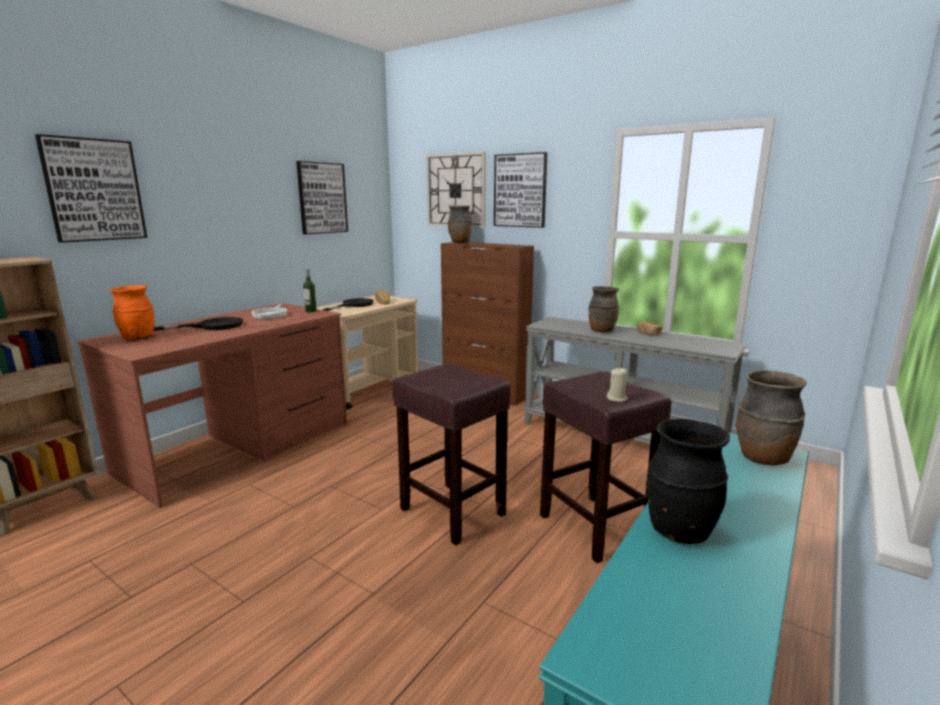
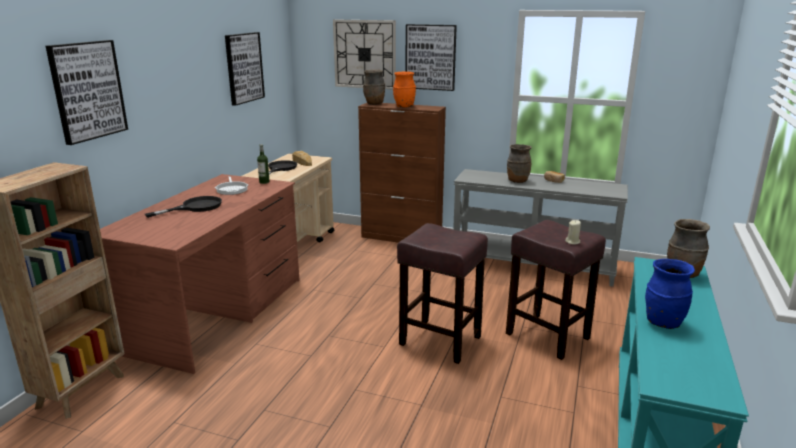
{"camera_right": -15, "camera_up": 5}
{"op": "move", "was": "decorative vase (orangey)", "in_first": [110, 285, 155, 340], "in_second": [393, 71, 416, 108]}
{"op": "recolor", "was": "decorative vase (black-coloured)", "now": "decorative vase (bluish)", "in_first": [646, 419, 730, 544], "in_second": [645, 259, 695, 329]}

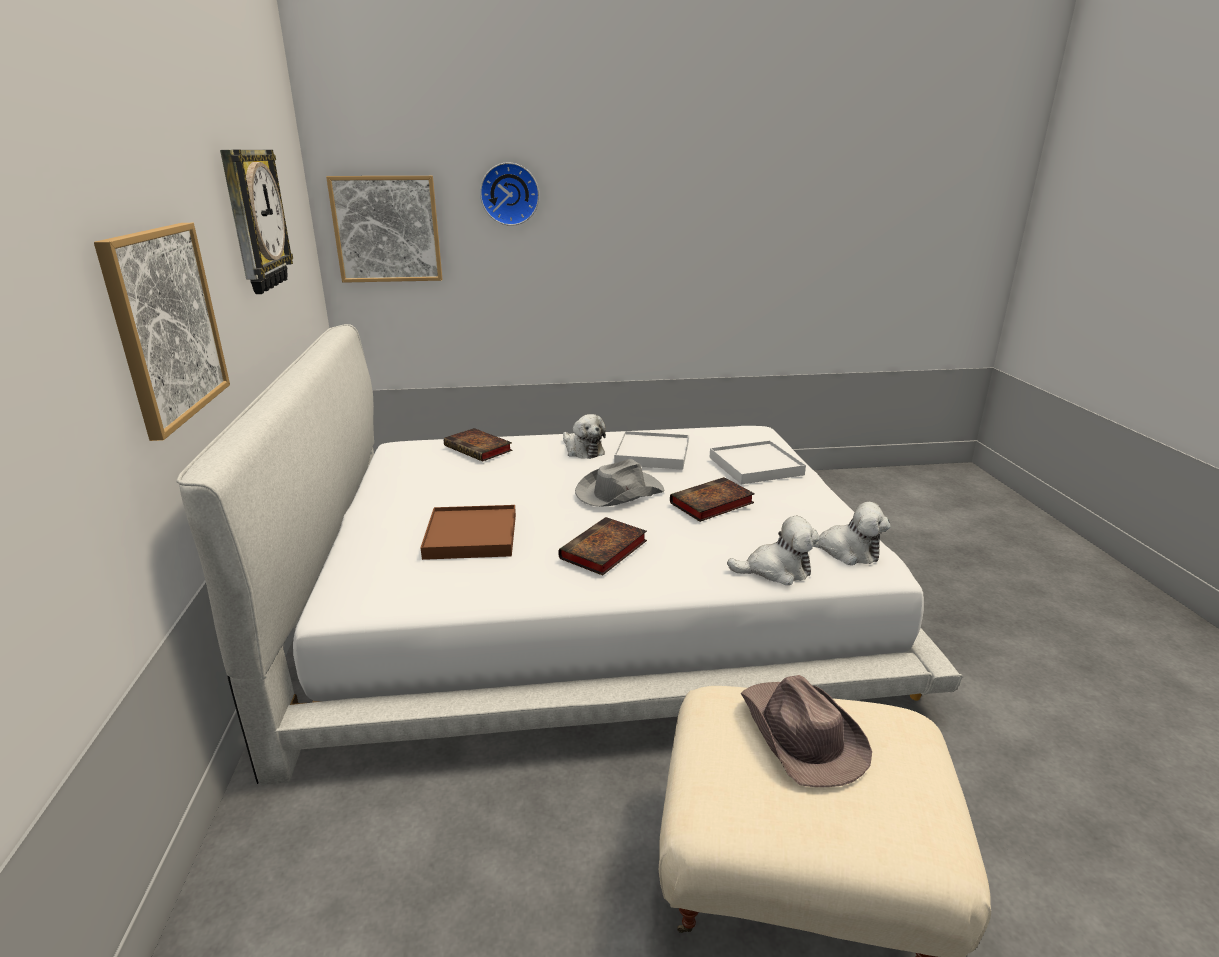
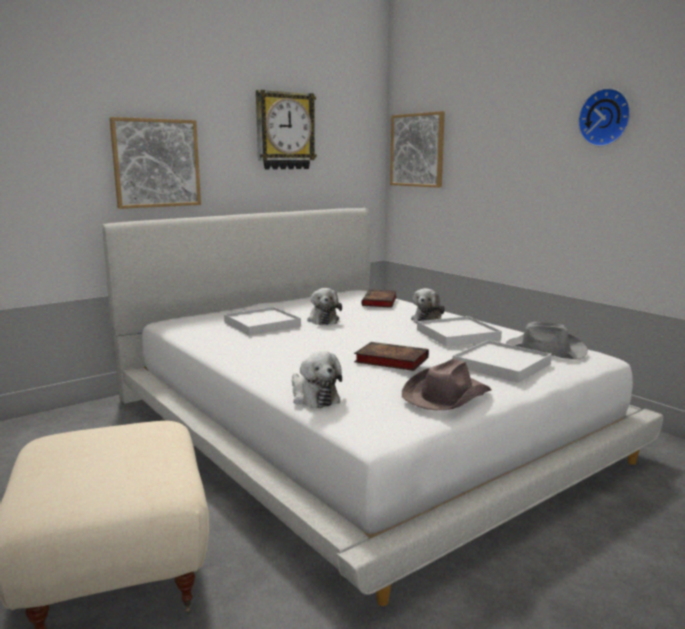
{"camera_right": 60, "camera_up": -10}
{"op": "recolor", "was": "serving tray (brown)", "now": "serving tray (white-coloured)", "in_first": [420, 505, 516, 560], "in_second": [224, 307, 301, 336]}
{"op": "move", "was": "wall clock", "in_first": [480, 162, 539, 226], "in_second": [578, 88, 631, 147]}
{"op": "delete", "was": "book", "in_first": [558, 517, 647, 576]}
{"op": "move", "was": "hat (greyish)", "in_first": [575, 459, 664, 507], "in_second": [505, 322, 588, 359]}
{"op": "move", "was": "hat (brown)", "in_first": [741, 675, 872, 787], "in_second": [402, 358, 491, 410]}
{"op": "move", "was": "soft toy", "in_first": [813, 502, 891, 565], "in_second": [307, 288, 342, 325]}

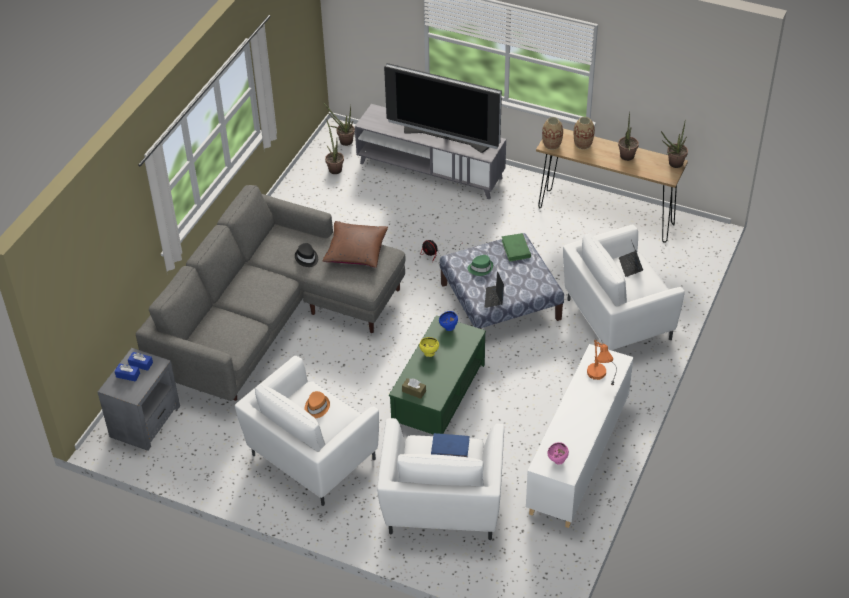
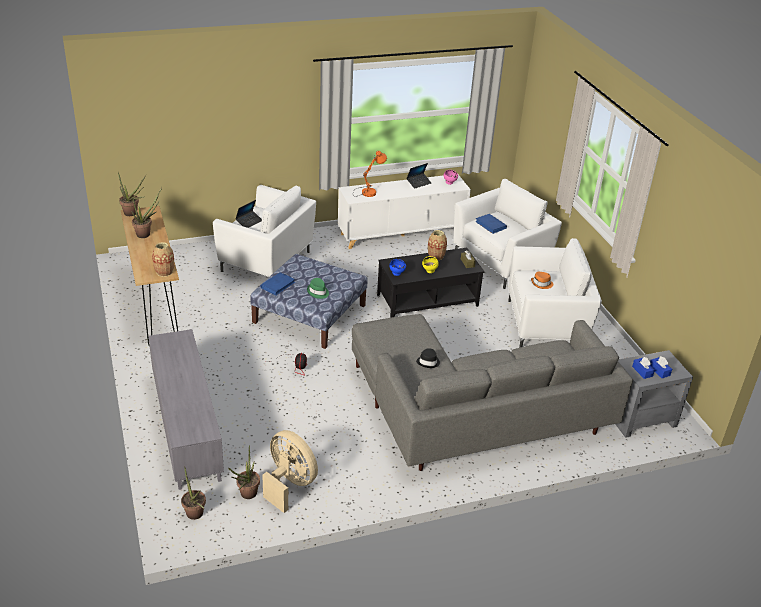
{"camera_right": -135, "camera_up": -10}
{"op": "delete", "was": "cushion (brown)", "in_first": [323, 221, 388, 268]}
{"op": "delete", "was": "TV set", "in_first": [384, 63, 502, 153]}
{"op": "recolor", "was": "coffee table (green)", "now": "coffee table (black-coloured)", "in_first": [389, 315, 486, 435], "in_second": [377, 248, 485, 318]}
{"op": "move", "was": "portable computer", "in_first": [485, 271, 504, 308], "in_second": [406, 163, 431, 189]}
{"op": "recolor", "was": "book (green)", "now": "book (bluish)", "in_first": [502, 233, 531, 262], "in_second": [260, 272, 296, 296]}
{"op": "move", "was": "decorative vase", "in_first": [574, 117, 595, 150], "in_second": [428, 230, 447, 260]}
{"op": "insert", "now": "fan (beige)", "in_second": [262, 430, 318, 513]}

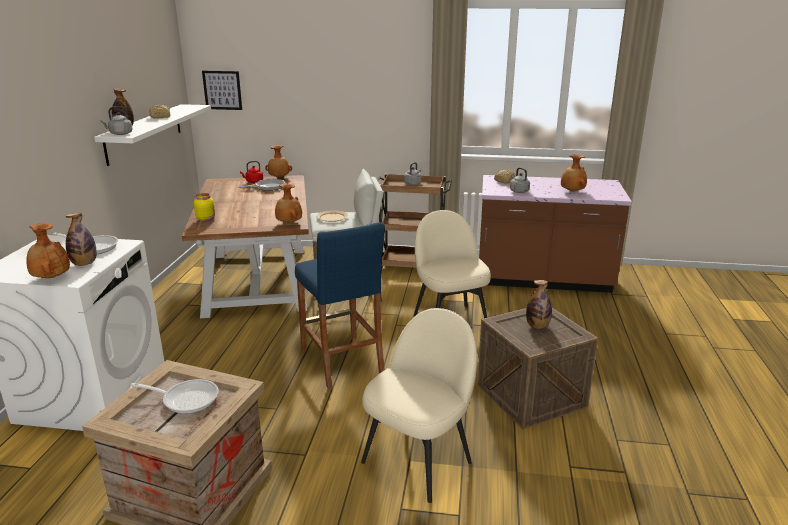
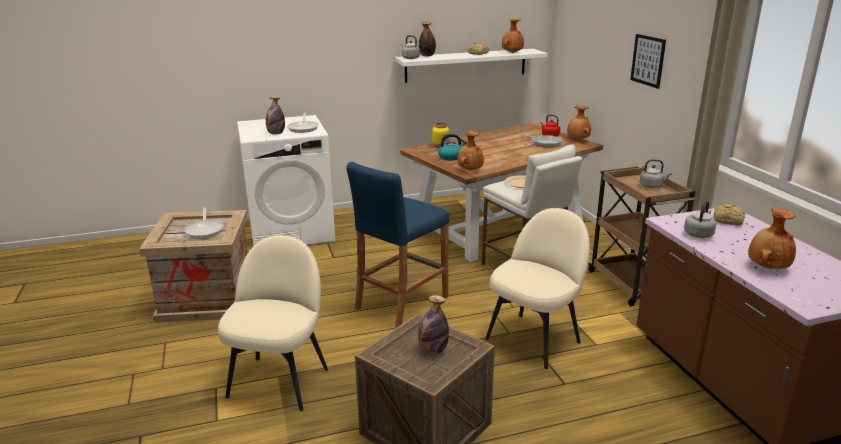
{"camera_right": 65, "camera_up": 0}
{"op": "move", "was": "decorative vase (brown)", "in_first": [26, 223, 70, 278], "in_second": [502, 19, 524, 53]}
{"op": "move", "was": "wall art", "in_first": [202, 71, 242, 110], "in_second": [630, 34, 666, 89]}
{"op": "rotate", "was": "plain chair (beige)", "in_first": [361, 308, 477, 503], "in_second": [218, 235, 328, 411], "clockwise": -90}
{"op": "insert", "now": "kettle", "in_second": [438, 134, 467, 161]}

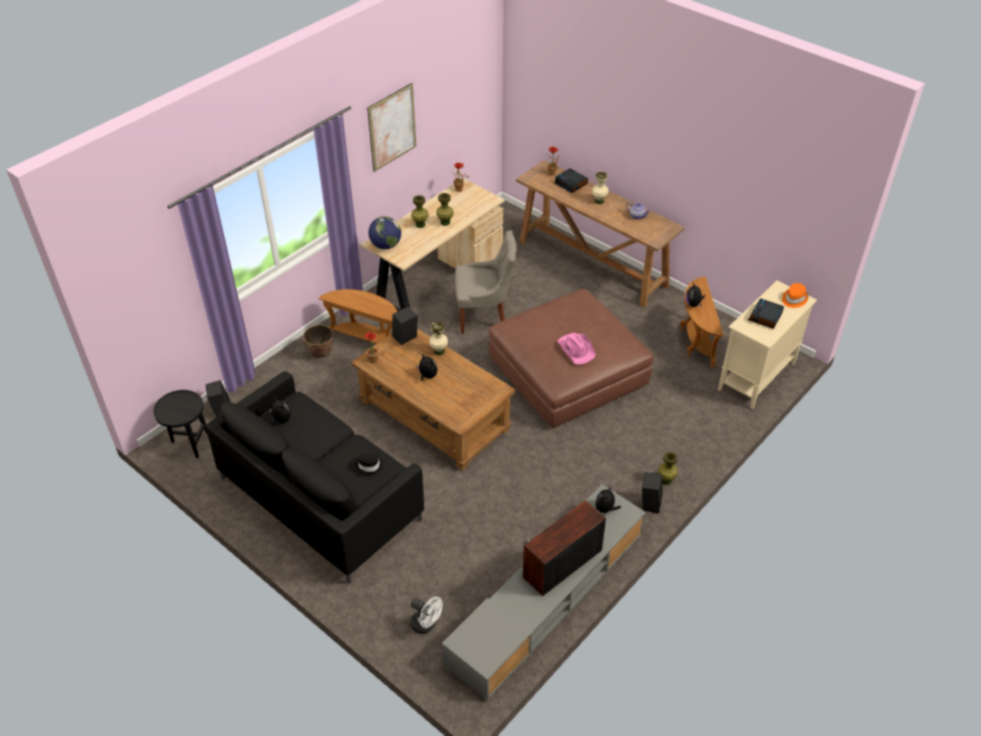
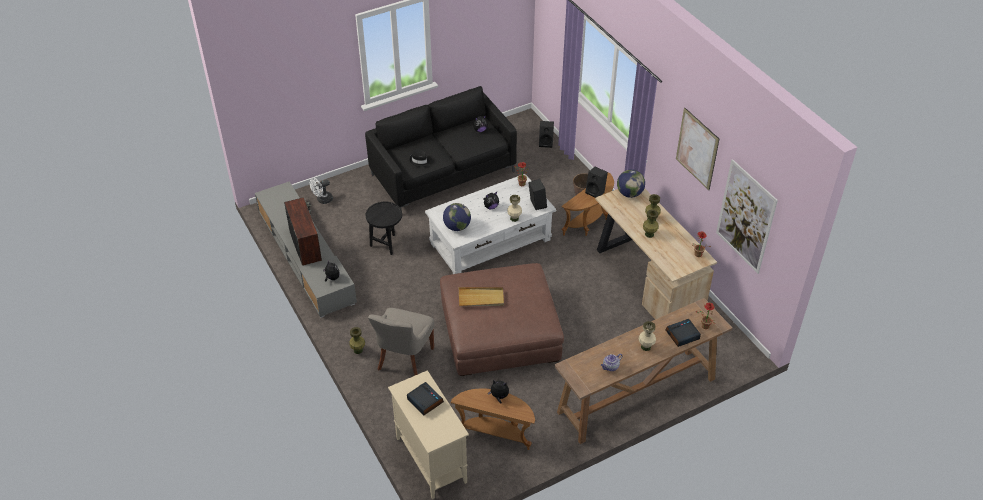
{"camera_right": 110, "camera_up": 0}
{"op": "move", "was": "accent table (black-coloured)", "in_first": [153, 390, 207, 458], "in_second": [366, 202, 402, 255]}
{"op": "recolor", "was": "coffee table (brown)", "now": "coffee table (white-coloured)", "in_first": [351, 329, 516, 471], "in_second": [425, 174, 556, 274]}
{"op": "move", "was": "plain chair (greyish)", "in_first": [455, 230, 517, 334], "in_second": [368, 308, 434, 376]}
{"op": "replace", "was": "hat (pinkish)", "now": "serving tray (beige)", "in_first": [557, 333, 596, 365], "in_second": [459, 287, 504, 306]}
{"op": "move", "was": "audio speaker (black-coloured)", "in_first": [642, 472, 663, 513], "in_second": [585, 167, 608, 198]}
{"op": "delete", "was": "hat (orangey)", "in_first": [782, 283, 808, 308]}
{"op": "insert", "now": "globe", "in_second": [443, 203, 471, 231]}
{"op": "insert", "now": "wall art", "in_second": [716, 159, 778, 274]}

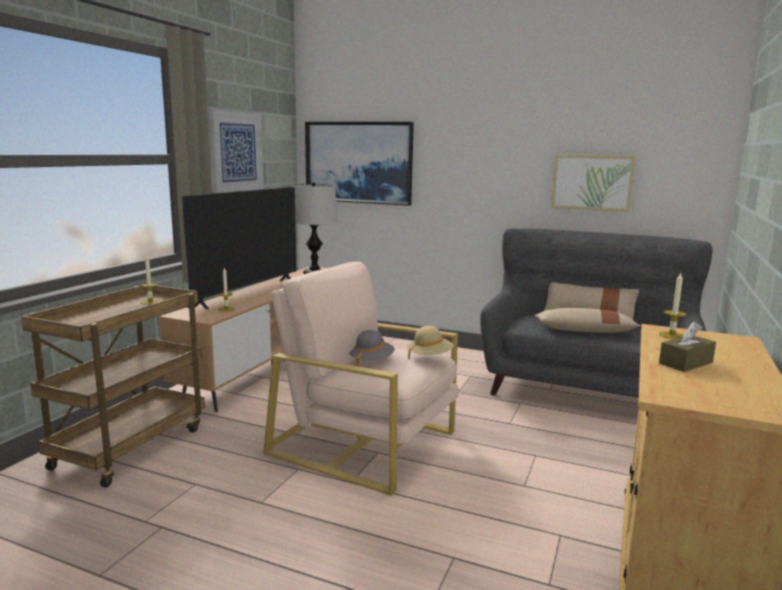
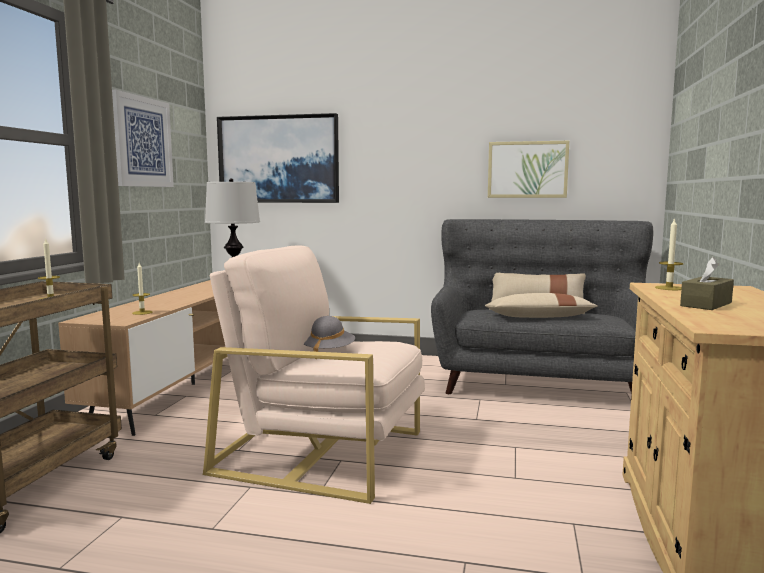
{"camera_right": -10, "camera_up": -5}
{"op": "delete", "was": "TV set", "in_first": [182, 187, 296, 309]}
{"op": "delete", "was": "hat (beige)", "in_first": [407, 326, 453, 359]}

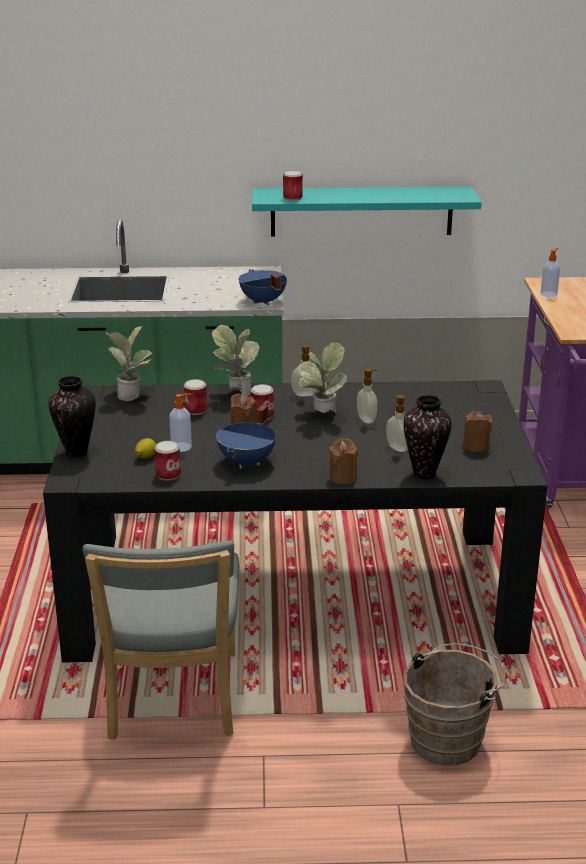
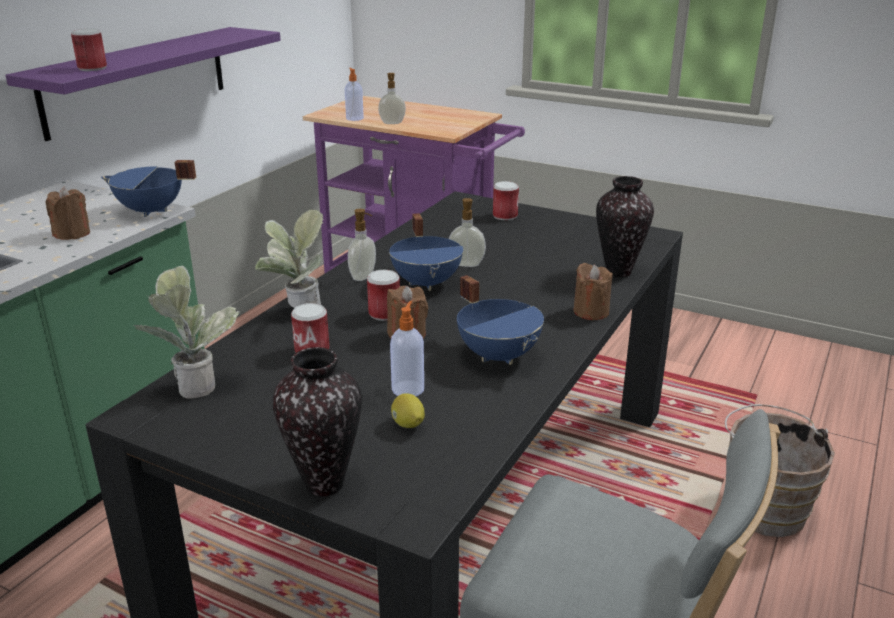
{"camera_right": -60, "camera_up": 0}
{"op": "move", "was": "sealed can", "in_first": [154, 441, 181, 481], "in_second": [493, 181, 519, 221]}
{"op": "recolor", "was": "wall shelf (blue-green)", "now": "wall shelf (purple)", "in_first": [252, 187, 482, 237], "in_second": [5, 27, 281, 141]}
{"op": "replace", "was": "plant in a pot", "now": "stockpot (bluish)", "in_first": [298, 342, 347, 413], "in_second": [389, 213, 464, 291]}
{"op": "move", "was": "soap dispenser", "in_first": [386, 395, 408, 452], "in_second": [378, 73, 406, 124]}
{"op": "move", "was": "candle (brown)", "in_first": [463, 411, 493, 452], "in_second": [46, 186, 90, 240]}

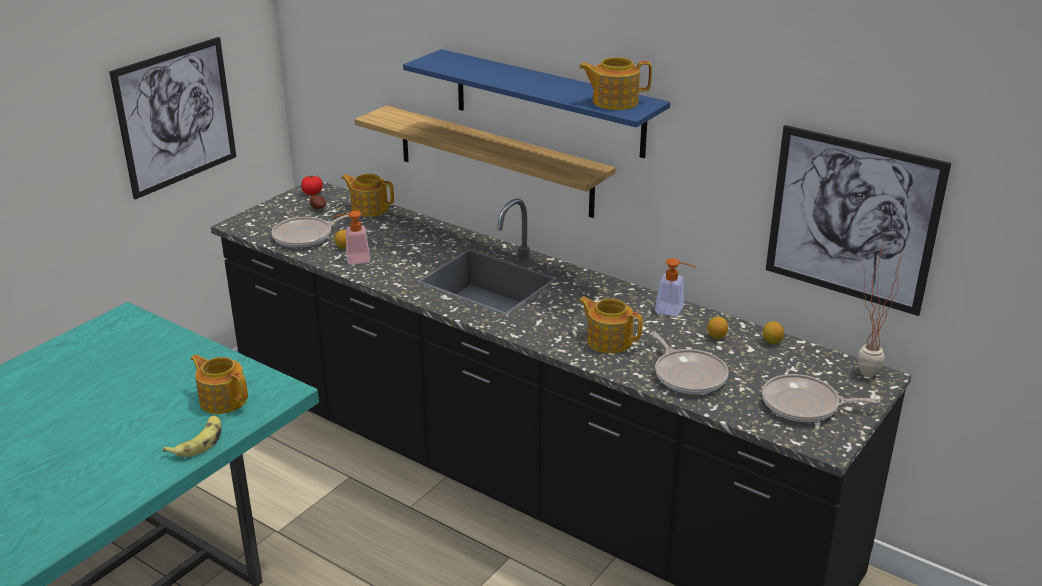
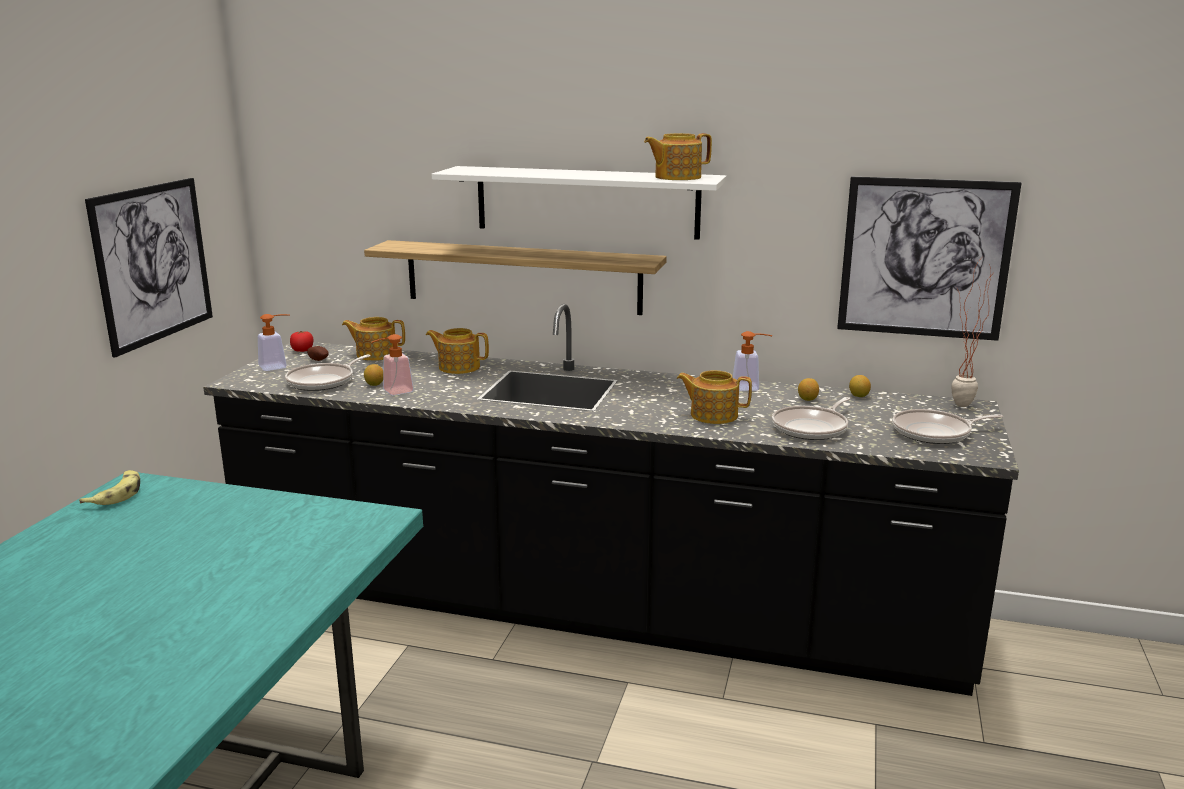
{"camera_right": -20, "camera_up": -10}
{"op": "move", "was": "banana", "in_first": [163, 415, 221, 457], "in_second": [79, 470, 140, 505]}
{"op": "move", "was": "pot for tea", "in_first": [190, 354, 248, 414], "in_second": [426, 328, 489, 374]}
{"op": "recolor", "was": "wall shelf (bluish)", "now": "wall shelf (white-coloured)", "in_first": [403, 49, 670, 158], "in_second": [432, 166, 727, 240]}
{"op": "rotate", "was": "pan", "in_first": [651, 331, 729, 394], "in_second": [772, 397, 850, 440], "clockwise": 90}
{"op": "insert", "now": "soap dispenser", "in_second": [258, 314, 290, 371]}

